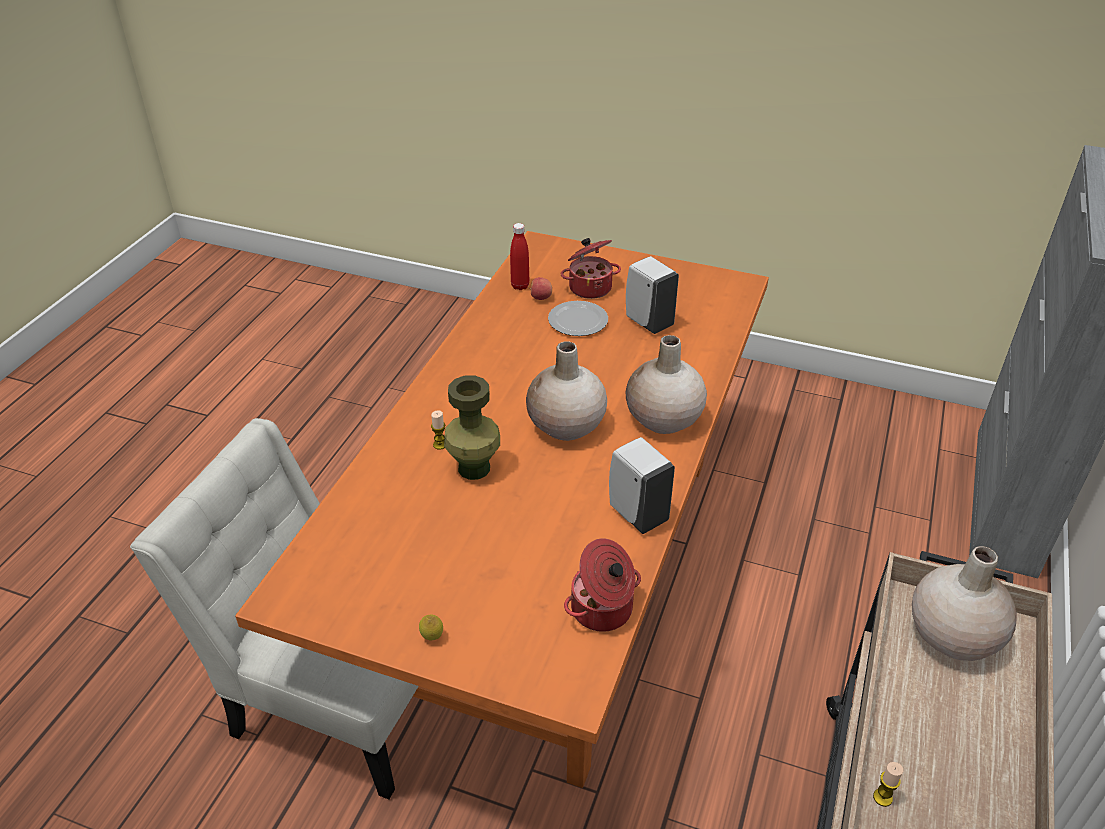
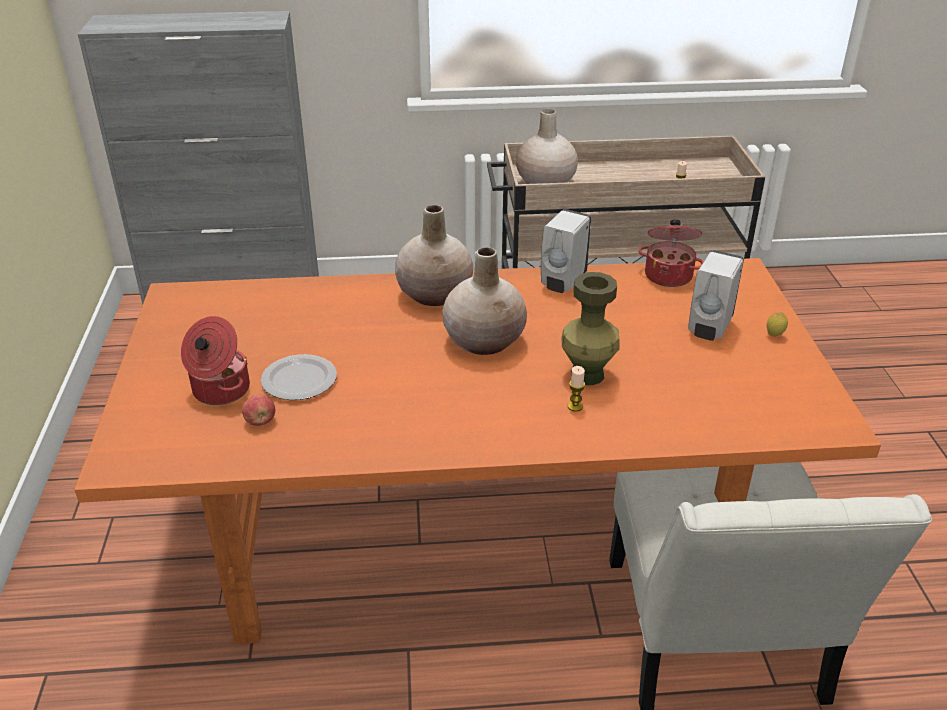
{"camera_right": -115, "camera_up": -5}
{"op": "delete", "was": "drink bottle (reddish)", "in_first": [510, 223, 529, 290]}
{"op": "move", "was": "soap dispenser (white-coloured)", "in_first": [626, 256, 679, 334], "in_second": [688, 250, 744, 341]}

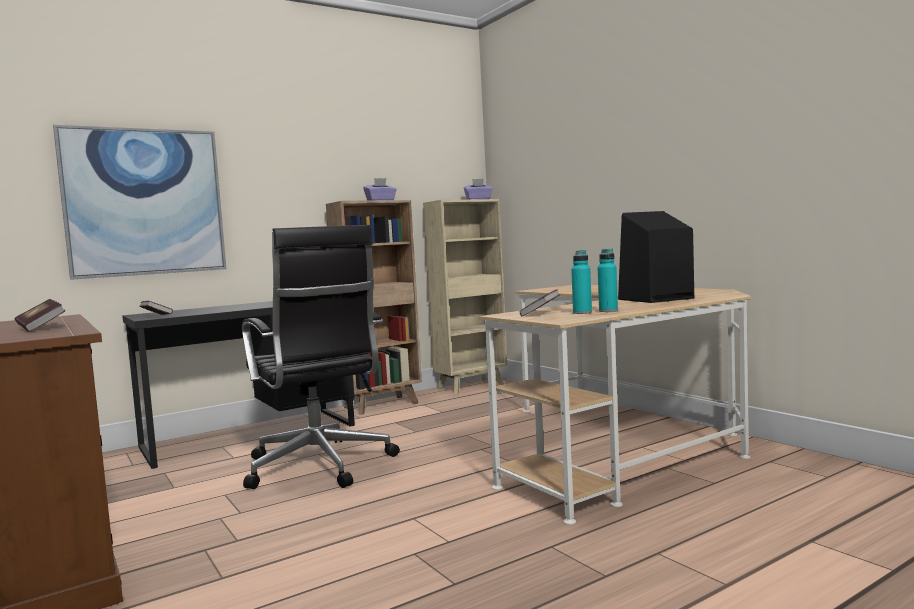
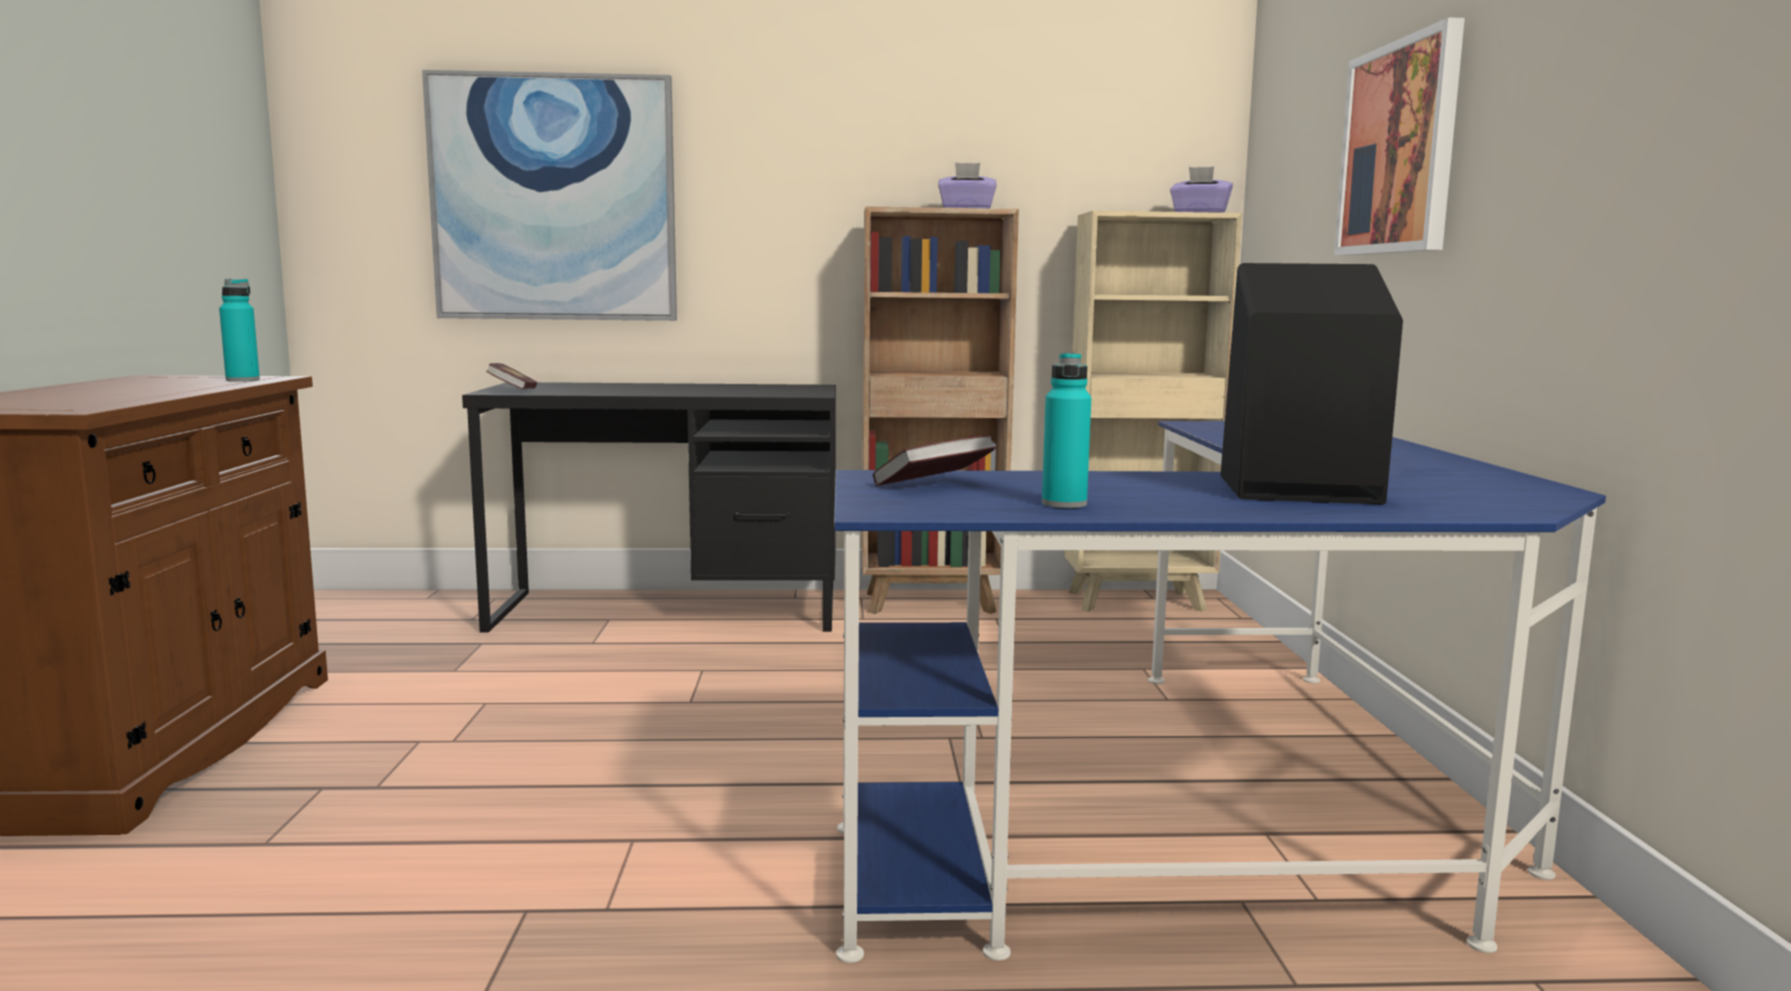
{"camera_right": 30, "camera_up": 5}
{"op": "delete", "was": "book", "in_first": [14, 299, 65, 332]}
{"op": "delete", "was": "computer chair (black-coloured)", "in_first": [242, 225, 400, 489]}
{"op": "recolor", "was": "desk table (beige)", "now": "desk table (bluish)", "in_first": [480, 285, 751, 525], "in_second": [834, 421, 1606, 963]}
{"op": "move", "was": "drink bottle (blue-green)", "in_first": [571, 250, 592, 314], "in_second": [219, 279, 260, 382]}
{"op": "insert", "now": "wall art", "in_second": [1334, 17, 1465, 256]}

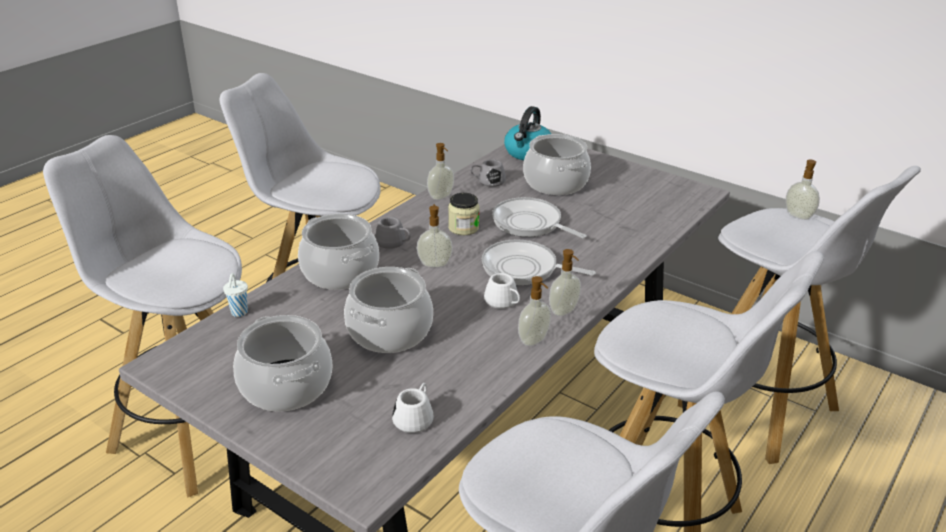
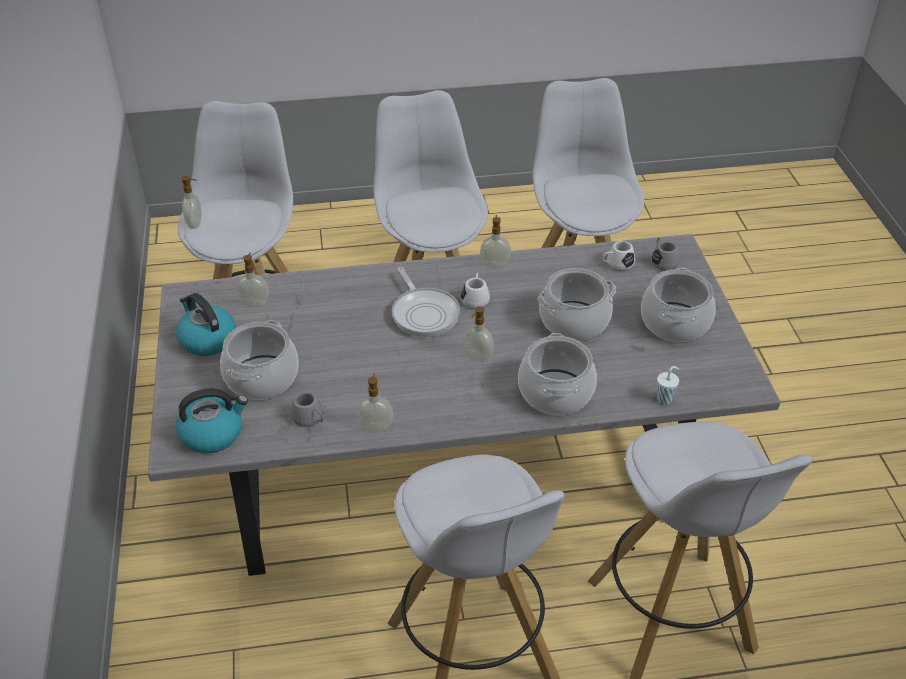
{"camera_right": -135, "camera_up": 10}
{"op": "move", "was": "mug (greyish)", "in_first": [375, 217, 410, 249], "in_second": [651, 237, 679, 271]}
{"op": "delete", "was": "storage jar", "in_first": [448, 193, 480, 235]}
{"op": "delete", "was": "pan", "in_first": [492, 197, 586, 238]}
{"op": "move", "was": "soap dispenser", "in_first": [549, 249, 581, 316], "in_second": [237, 253, 269, 307]}
{"op": "insert", "now": "kettle", "in_second": [176, 293, 236, 356]}

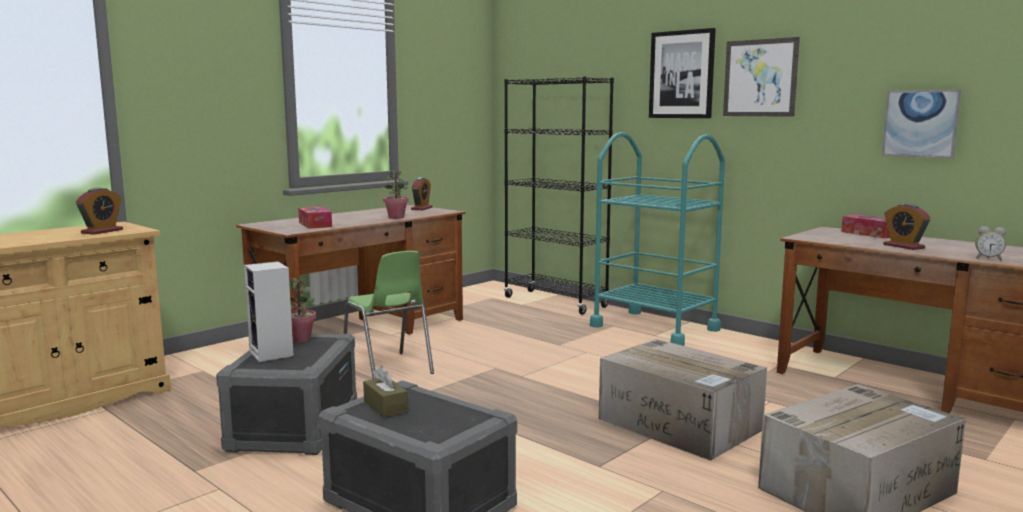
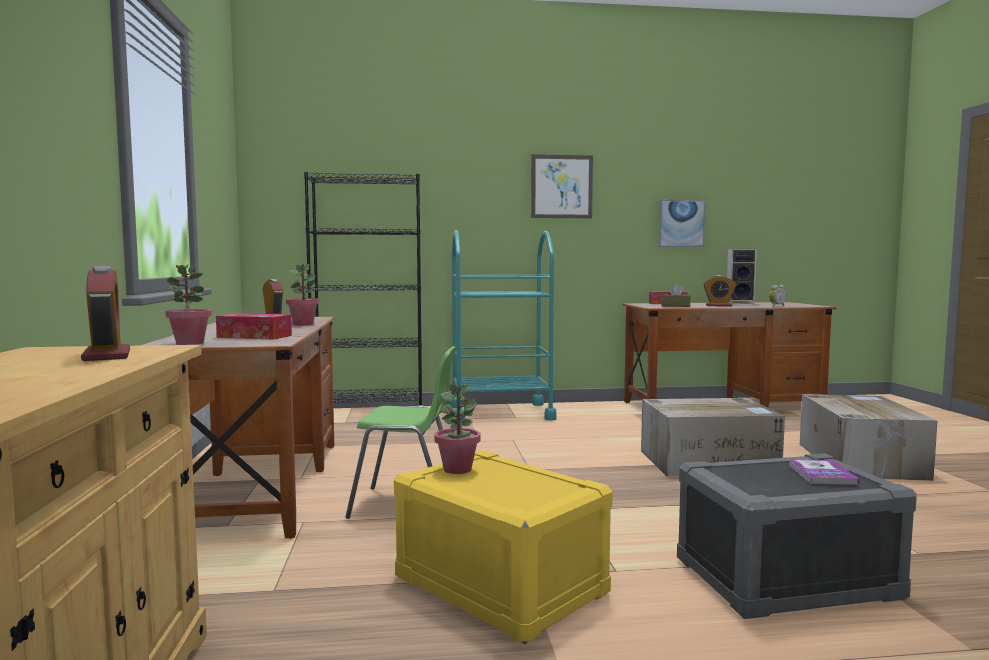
{"camera_right": -50, "camera_up": -5}
{"op": "recolor", "was": "storage box (greyish)", "now": "storage box (yellow)", "in_first": [216, 334, 357, 455], "in_second": [394, 450, 613, 645]}
{"op": "move", "was": "audio speaker", "in_first": [244, 261, 294, 362], "in_second": [727, 249, 757, 306]}
{"op": "move", "was": "tissue box (brown)", "in_first": [363, 366, 408, 417], "in_second": [661, 284, 690, 307]}
{"op": "delete", "was": "wall art", "in_first": [649, 28, 716, 118]}
{"op": "insert", "now": "plant in a pot", "in_second": [165, 264, 211, 345]}
{"op": "insert", "now": "book", "in_second": [789, 459, 860, 485]}

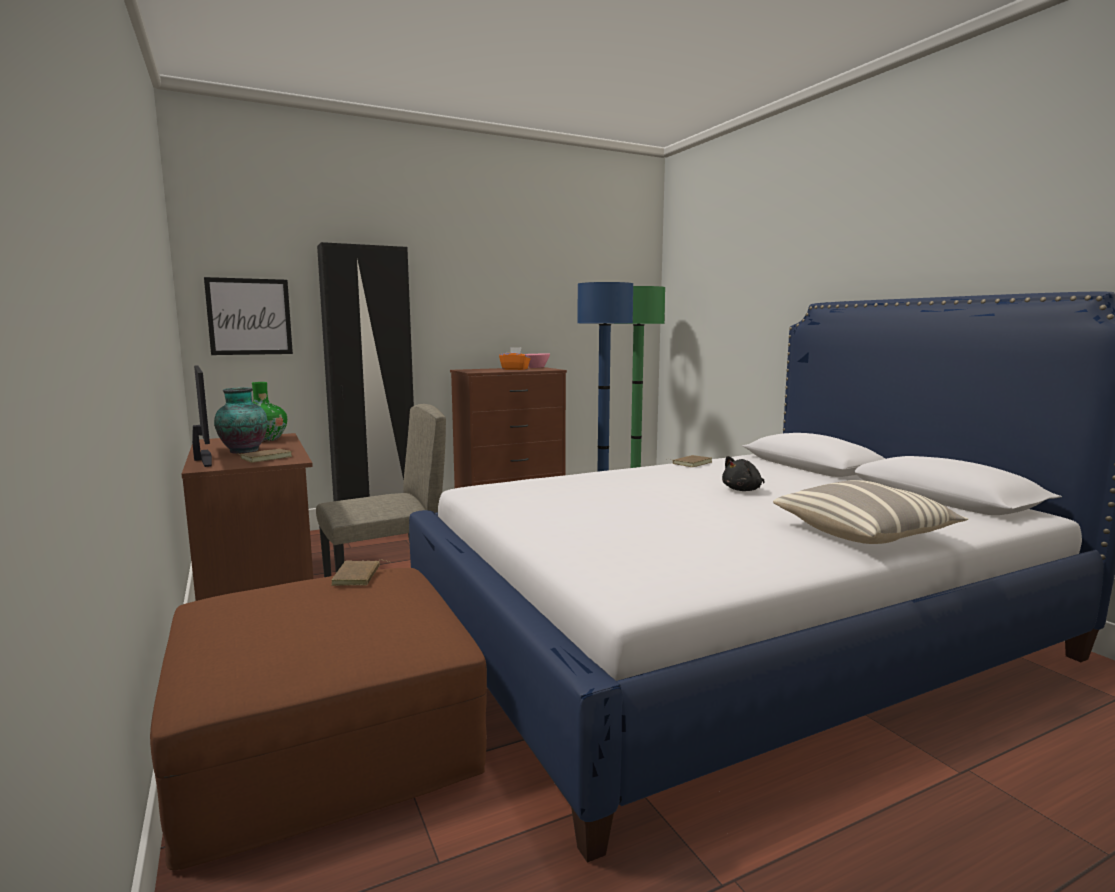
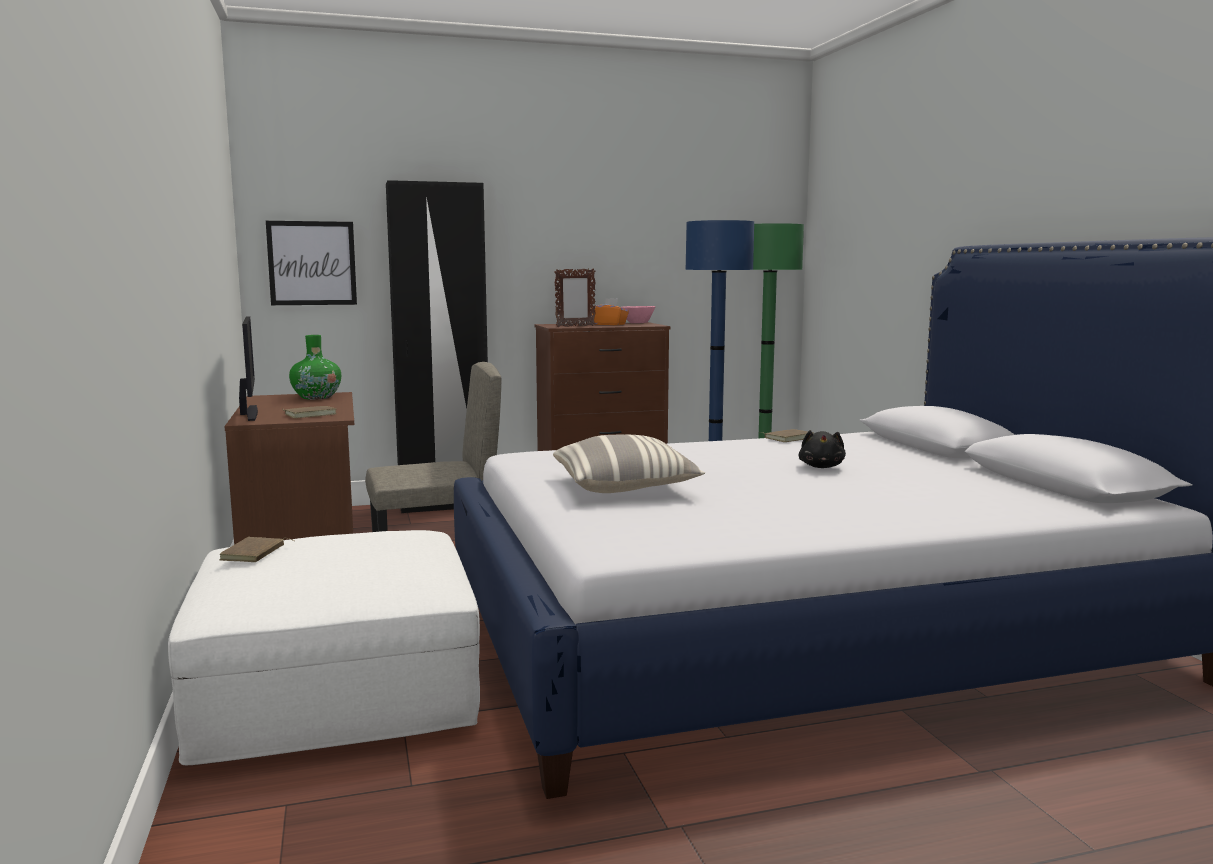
{"camera_right": 10, "camera_up": 0}
{"op": "recolor", "was": "pouffe (brown)", "now": "pouffe (white-coloured)", "in_first": [150, 568, 487, 870], "in_second": [168, 530, 480, 765]}
{"op": "delete", "was": "decorative vase", "in_first": [214, 387, 268, 454]}
{"op": "move", "was": "book (brown)", "in_first": [331, 560, 389, 586], "in_second": [219, 537, 294, 562]}
{"op": "rotate", "was": "soft toy (black-coloured)", "in_first": [722, 456, 765, 491], "in_second": [799, 430, 846, 468], "clockwise": -60}
{"op": "move", "was": "cushion", "in_first": [773, 480, 968, 544], "in_second": [553, 435, 705, 493]}
{"op": "insert", "now": "standing frame", "in_second": [554, 268, 595, 327]}

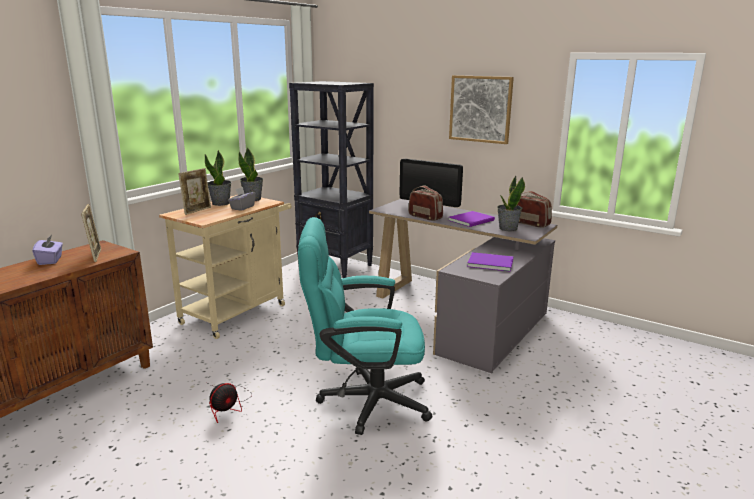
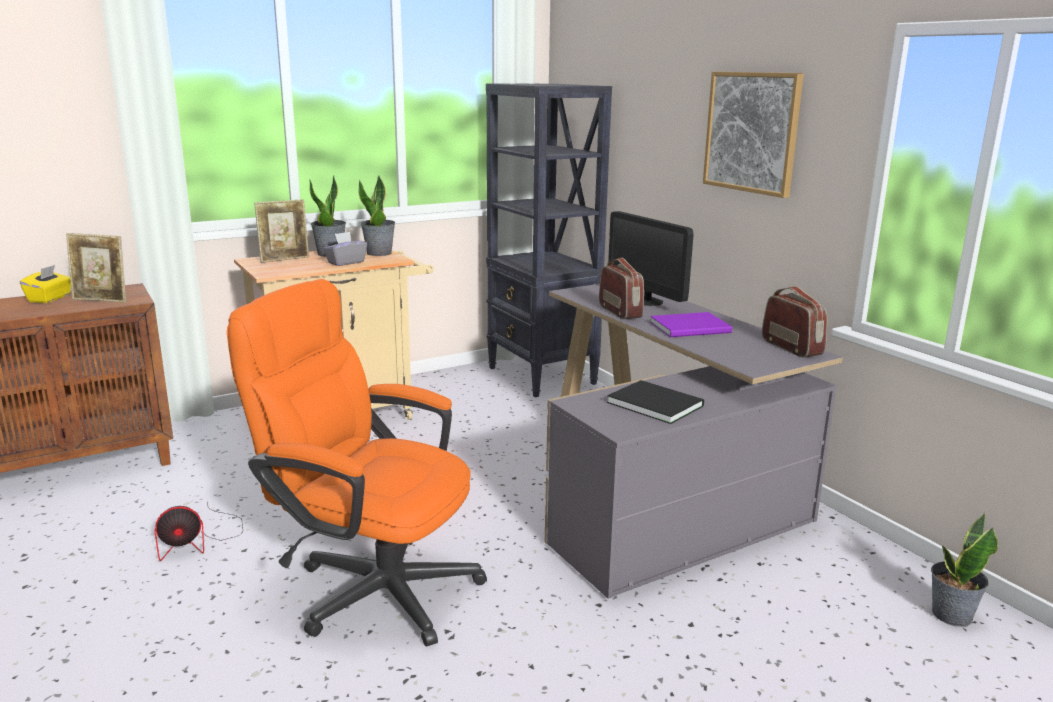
{"camera_right": 25, "camera_up": 0}
{"op": "recolor", "was": "tissue box (purple)", "now": "tissue box (yellow)", "in_first": [32, 235, 63, 265], "in_second": [20, 265, 71, 303]}
{"op": "rotate", "was": "standing frame", "in_first": [81, 204, 101, 262], "in_second": [66, 233, 126, 303], "clockwise": 90}
{"op": "recolor", "was": "computer chair (blue-green)", "now": "computer chair (orangey)", "in_first": [298, 217, 432, 435], "in_second": [227, 279, 487, 646]}
{"op": "recolor", "was": "book (purple)", "now": "book (black-coloured)", "in_first": [467, 252, 513, 272], "in_second": [607, 380, 704, 424]}
{"op": "move", "was": "plant in a pot", "in_first": [497, 176, 525, 231], "in_second": [931, 513, 998, 627]}

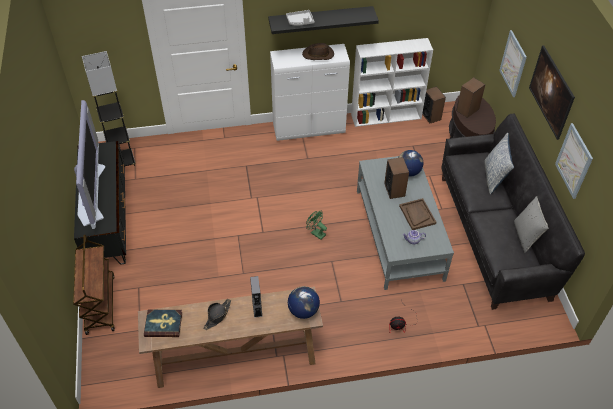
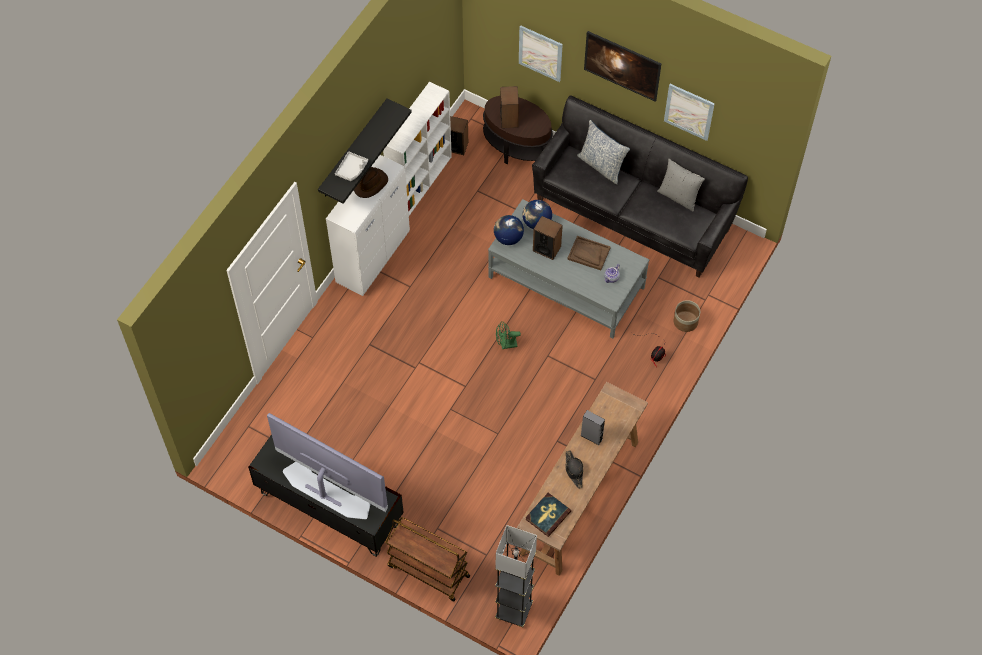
{"camera_right": -50, "camera_up": 10}
{"op": "move", "was": "standing lamp (greyish)", "in_first": [82, 51, 136, 166], "in_second": [495, 525, 537, 627]}
{"op": "move", "was": "globe", "in_first": [288, 286, 320, 319], "in_second": [494, 215, 524, 245]}
{"op": "insert", "now": "planter", "in_second": [674, 300, 700, 332]}

